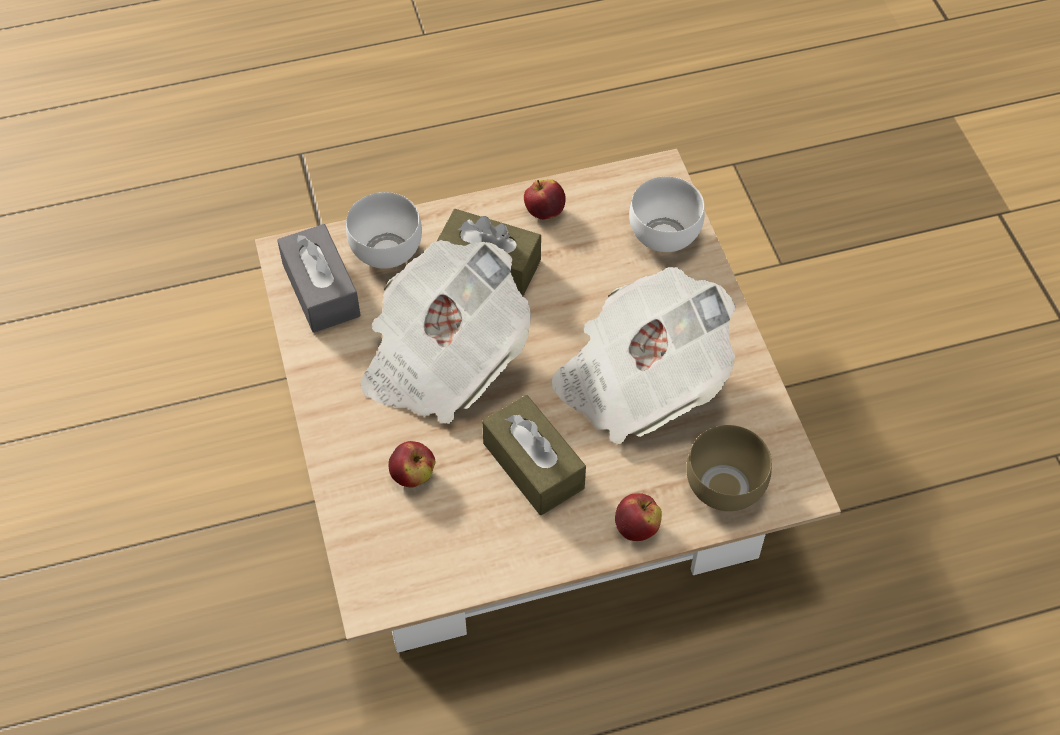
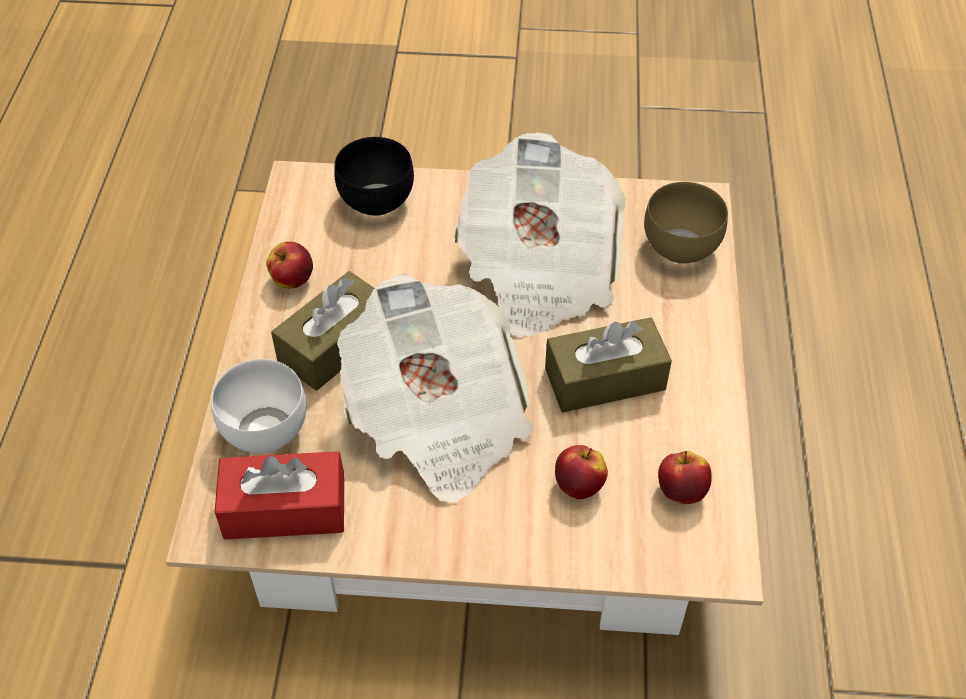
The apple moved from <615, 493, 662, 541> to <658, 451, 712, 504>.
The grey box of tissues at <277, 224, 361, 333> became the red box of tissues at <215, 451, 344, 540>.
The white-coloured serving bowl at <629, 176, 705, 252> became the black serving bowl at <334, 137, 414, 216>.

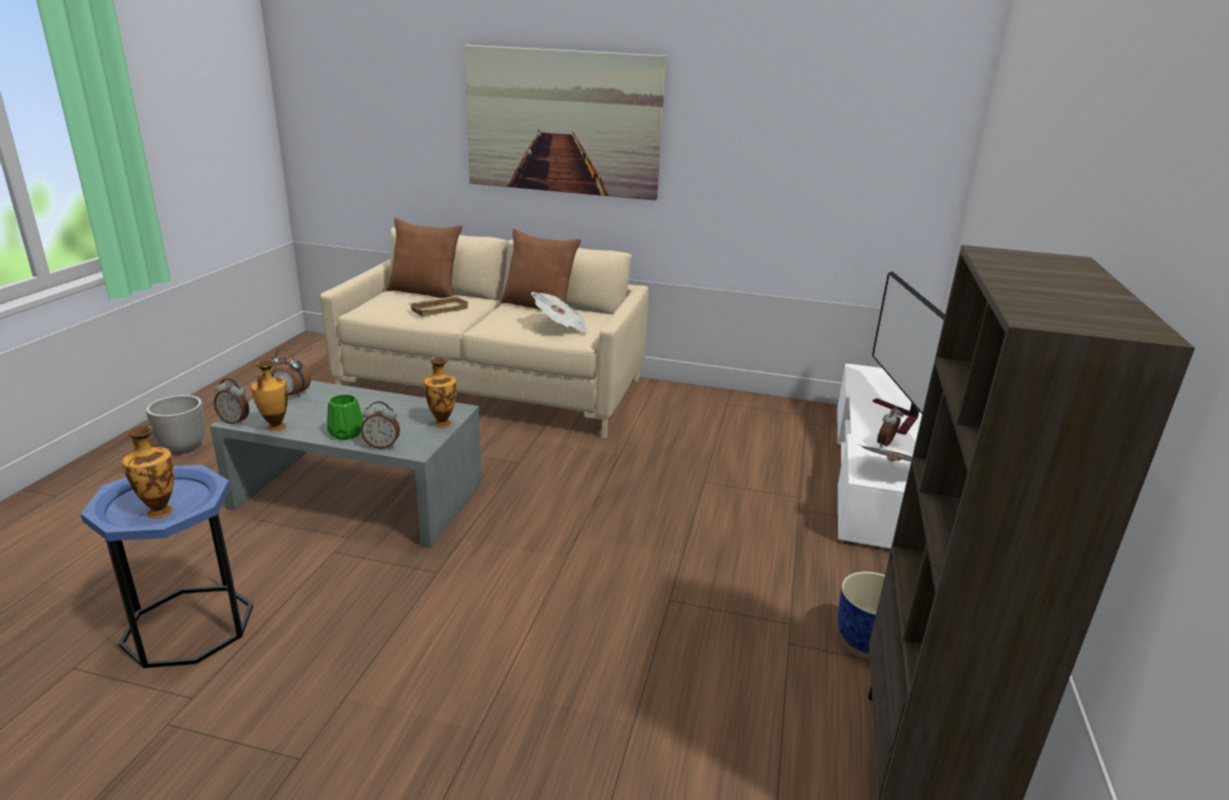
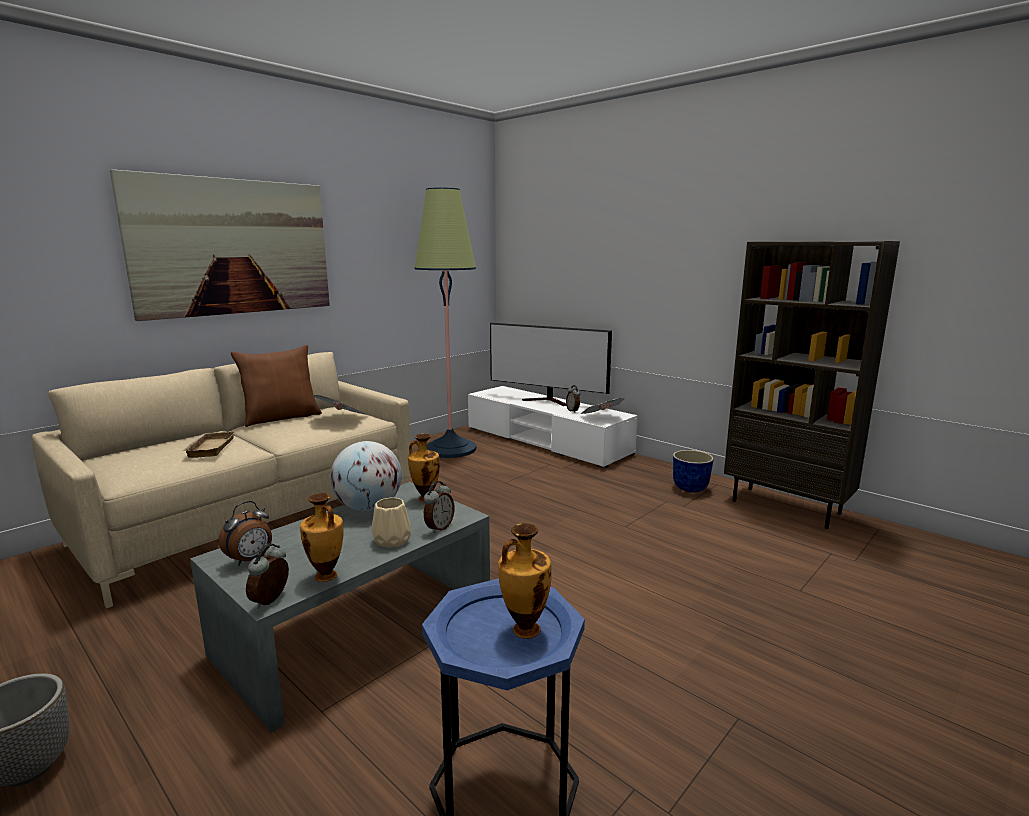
The brown throw pillow at <387, 218, 462, 298> disappeared.
The world globe at <330, 441, 402, 511> appeared.
The standard lamp at <414, 187, 477, 458> appeared.
The green-coloured flower vase at <327, 394, 363, 440> became the beige flower vase at <371, 498, 411, 548>.
The bedside clock at <214, 378, 249, 424> turned 150 degrees clockwise.

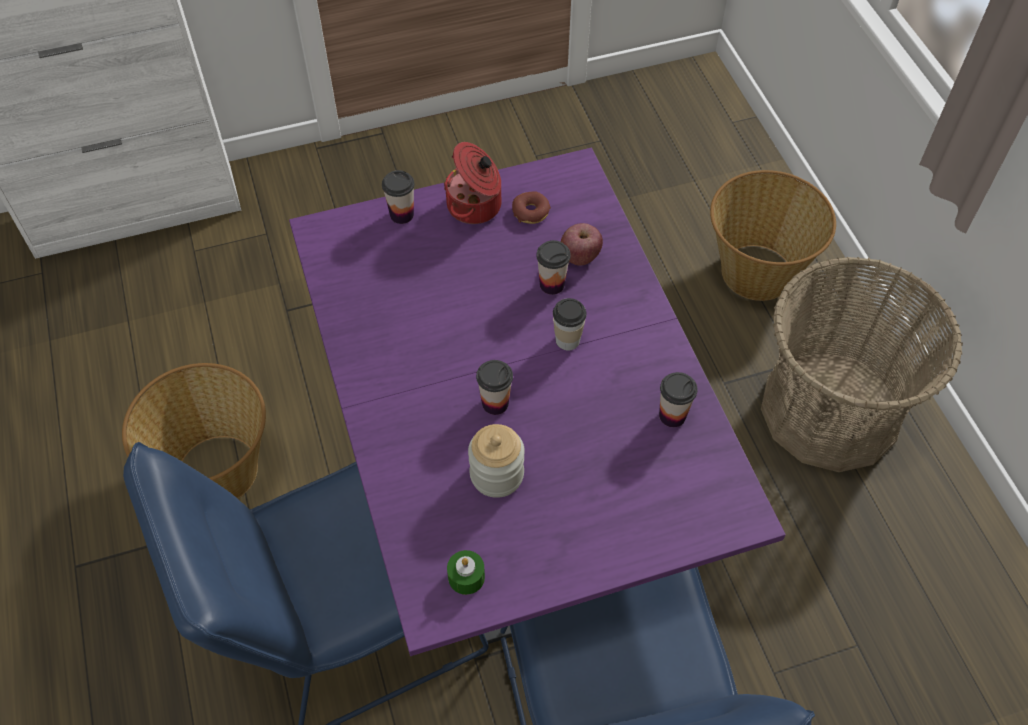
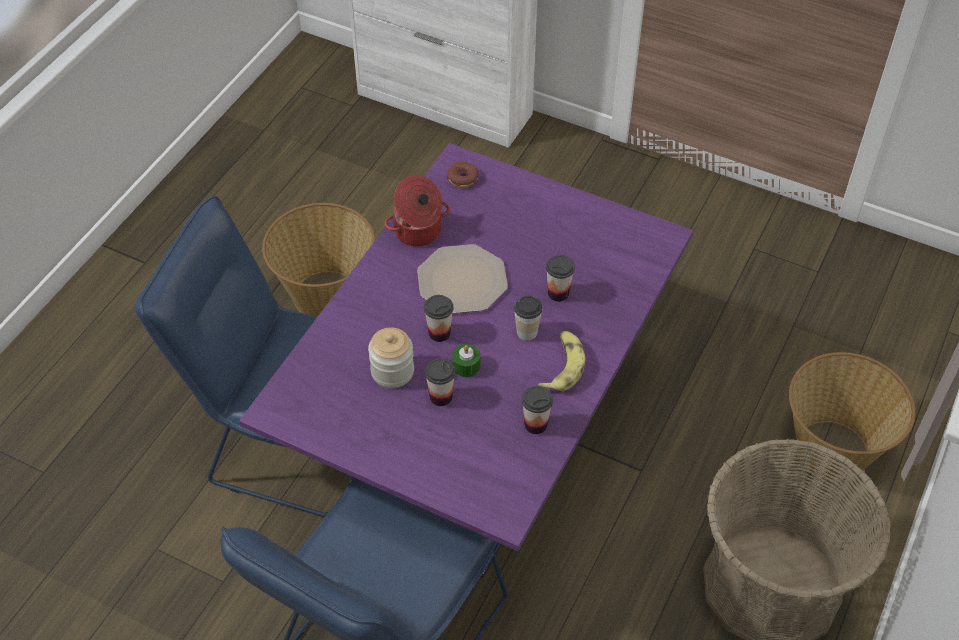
The apple at <561, 223, 603, 266> disappeared.
The dinner plate at <417, 244, 508, 314> appeared.
The whole banana at <538, 331, 585, 391> appeared.
The small cup moved from <382, 170, 415, 224> to <425, 358, 456, 406>.
The saucepot moved from <444, 142, 501, 224> to <384, 175, 450, 246>.
The green-coloured wax light moved from <447, 550, 485, 595> to <452, 344, 480, 377>.
The donut moved from <512, 191, 551, 224> to <447, 161, 479, 188>.

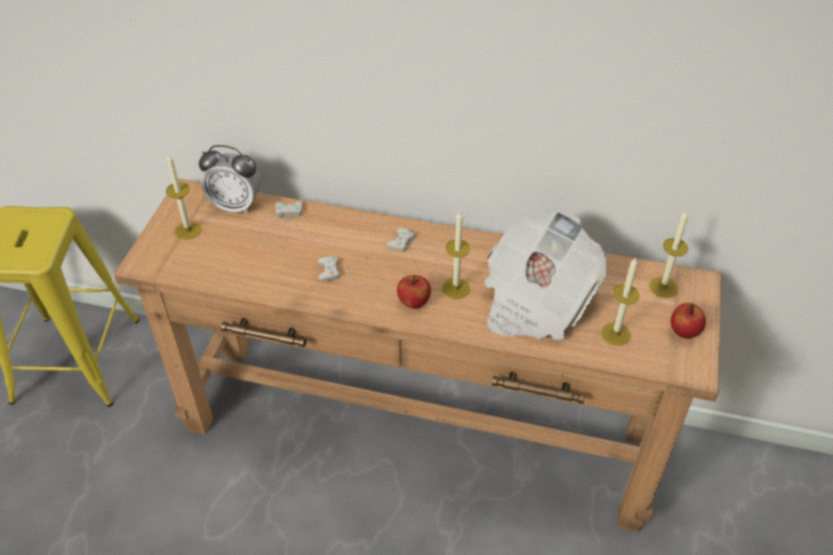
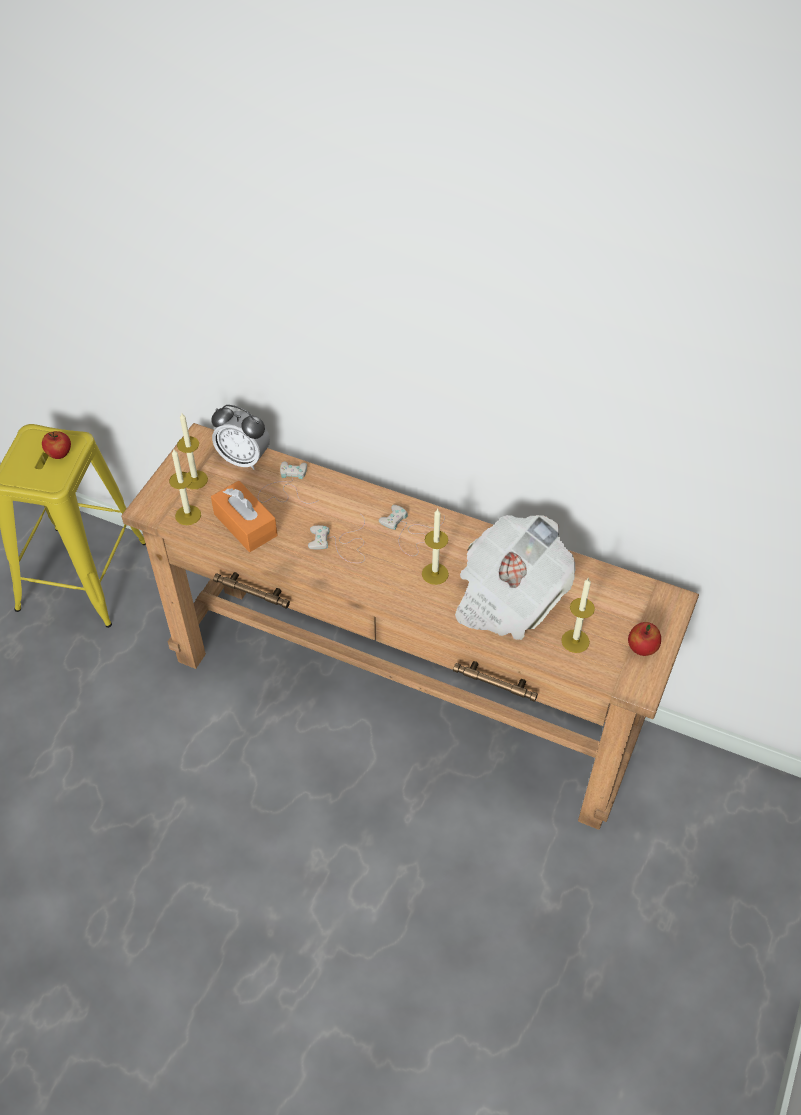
The orangey box of tissues at <211, 481, 277, 552> appeared.
The apple moved from <397, 275, 431, 309> to <42, 431, 71, 459>.
The wax light moved from <649, 210, 688, 298> to <169, 449, 201, 525>.

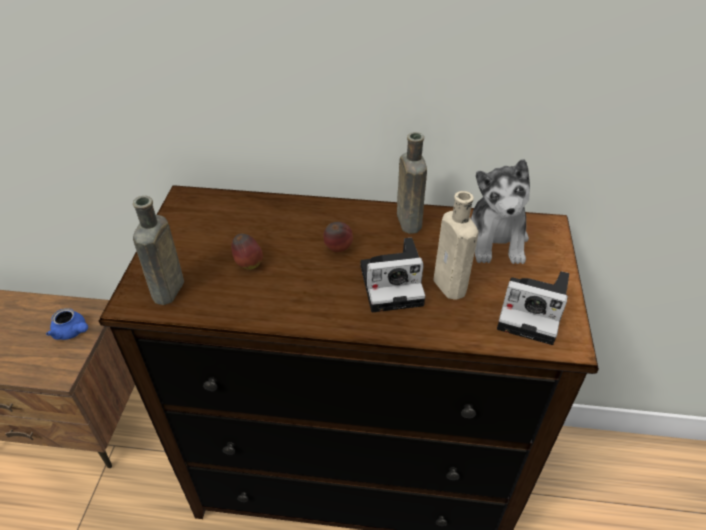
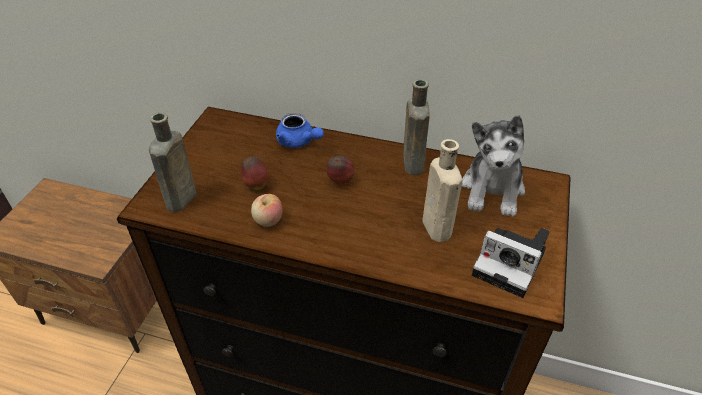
The photo camera at <360, 238, 426, 312> disappeared.
The apple at <251, 194, 283, 227> appeared.
The blue tea pot moved from <46, 308, 88, 340> to <276, 113, 324, 148>.

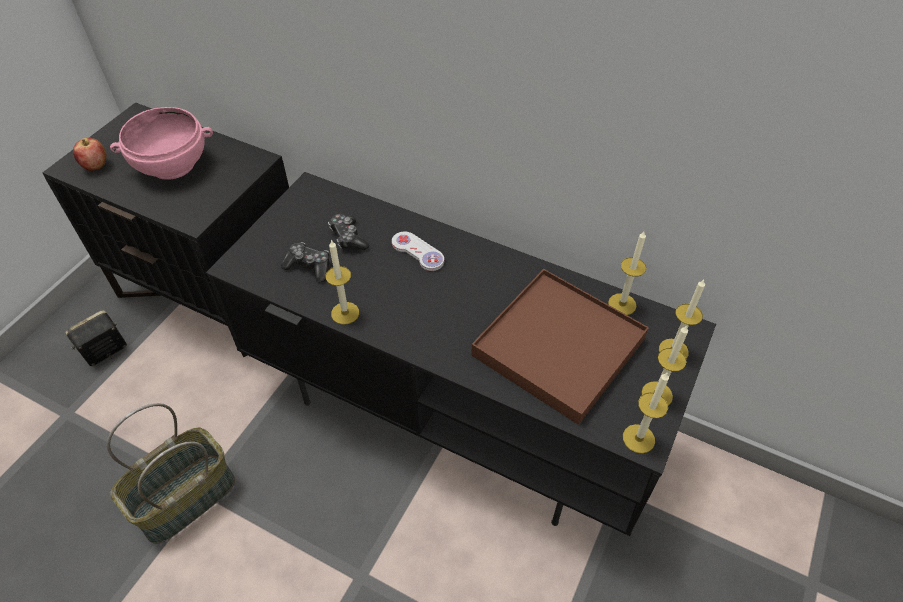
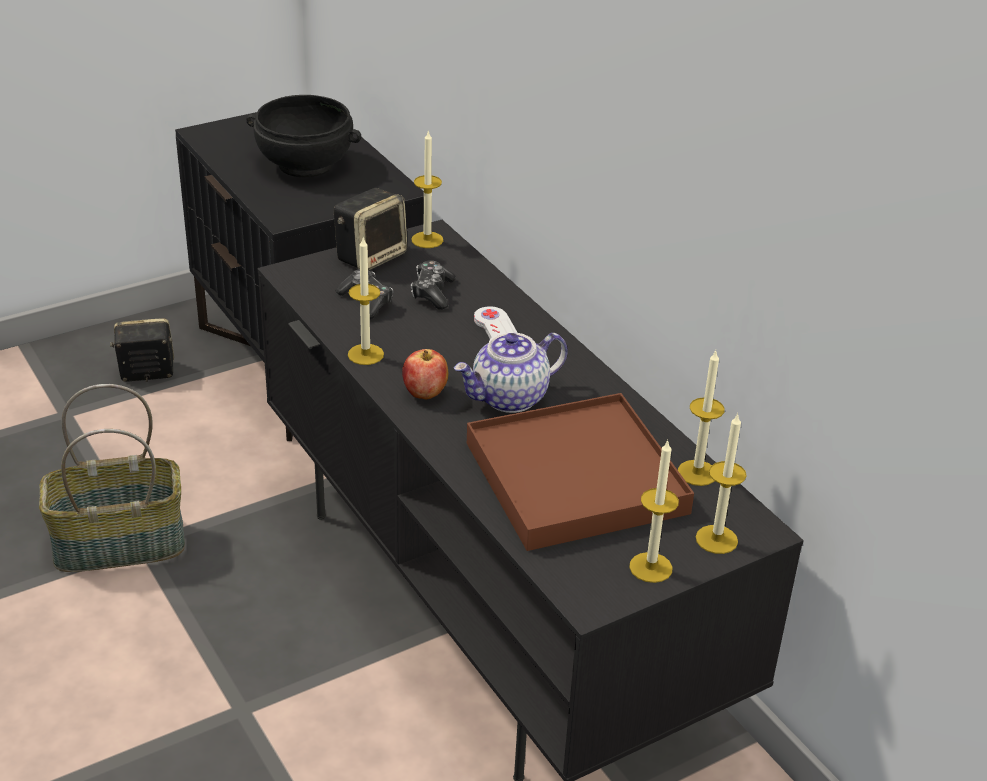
The speaker at <334, 188, 407, 271> appeared.
The tea pot at <454, 333, 568, 413> appeared.
The apple moved from <73, 138, 107, 171> to <402, 349, 448, 399>.
The wax light moved from <623, 373, 669, 454> to <412, 132, 443, 248>.
The pink-coloured serving bowl at <110, 107, 213, 180> became the black serving bowl at <246, 95, 361, 177>.

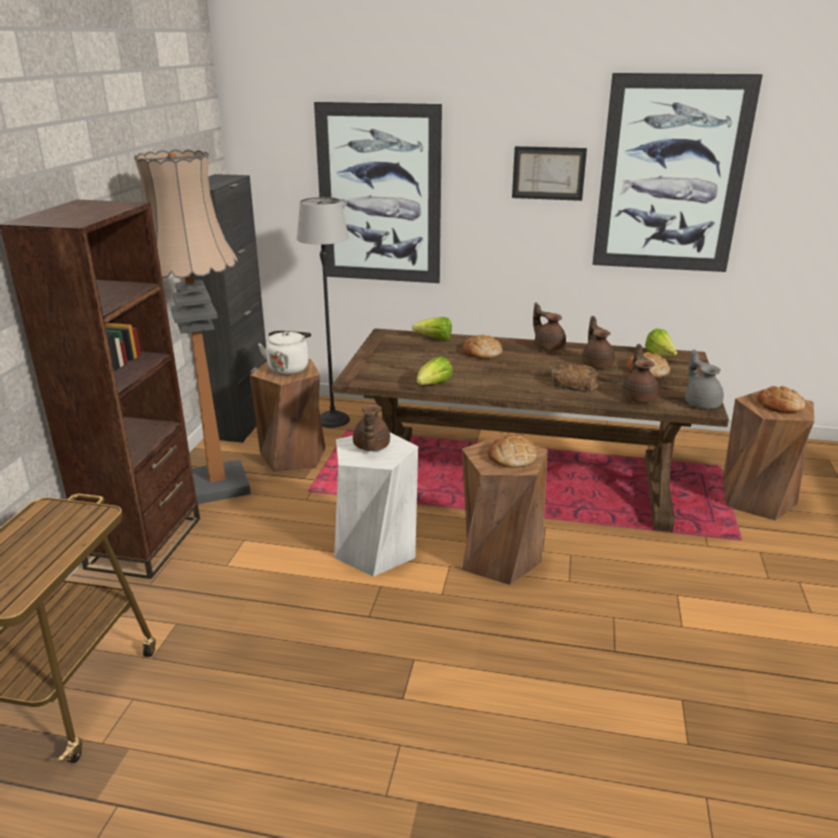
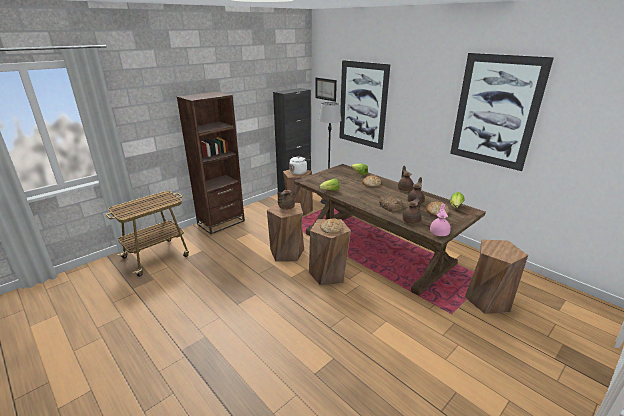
The standard lamp at <134, 150, 251, 504> disappeared.
The bakery bread at <757, 386, 805, 413> disappeared.
The wall art moved from <512, 146, 587, 201> to <315, 77, 337, 102>.
The white-coloured sitting stool at <334, 432, 418, 576> became the brown sitting stool at <267, 202, 304, 262>.
The grey tea pot at <685, 349, 724, 409> became the pink-coloured tea pot at <430, 204, 451, 236>.

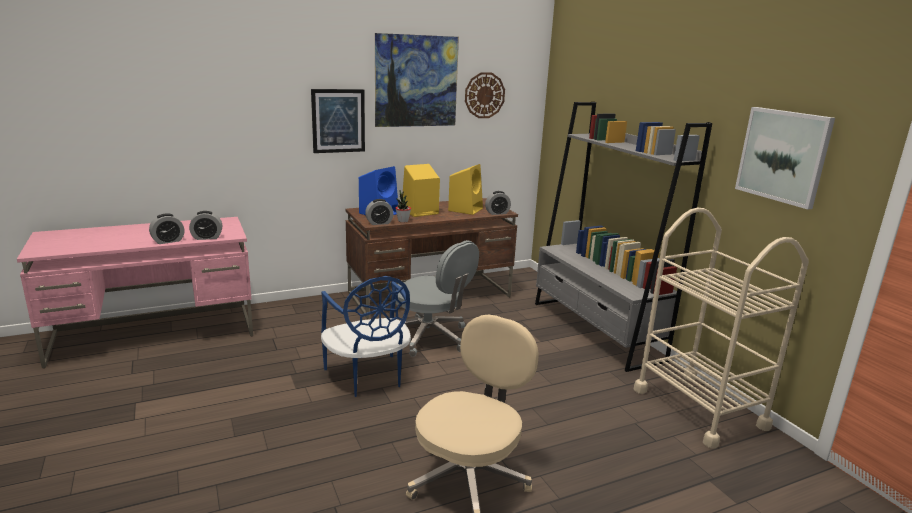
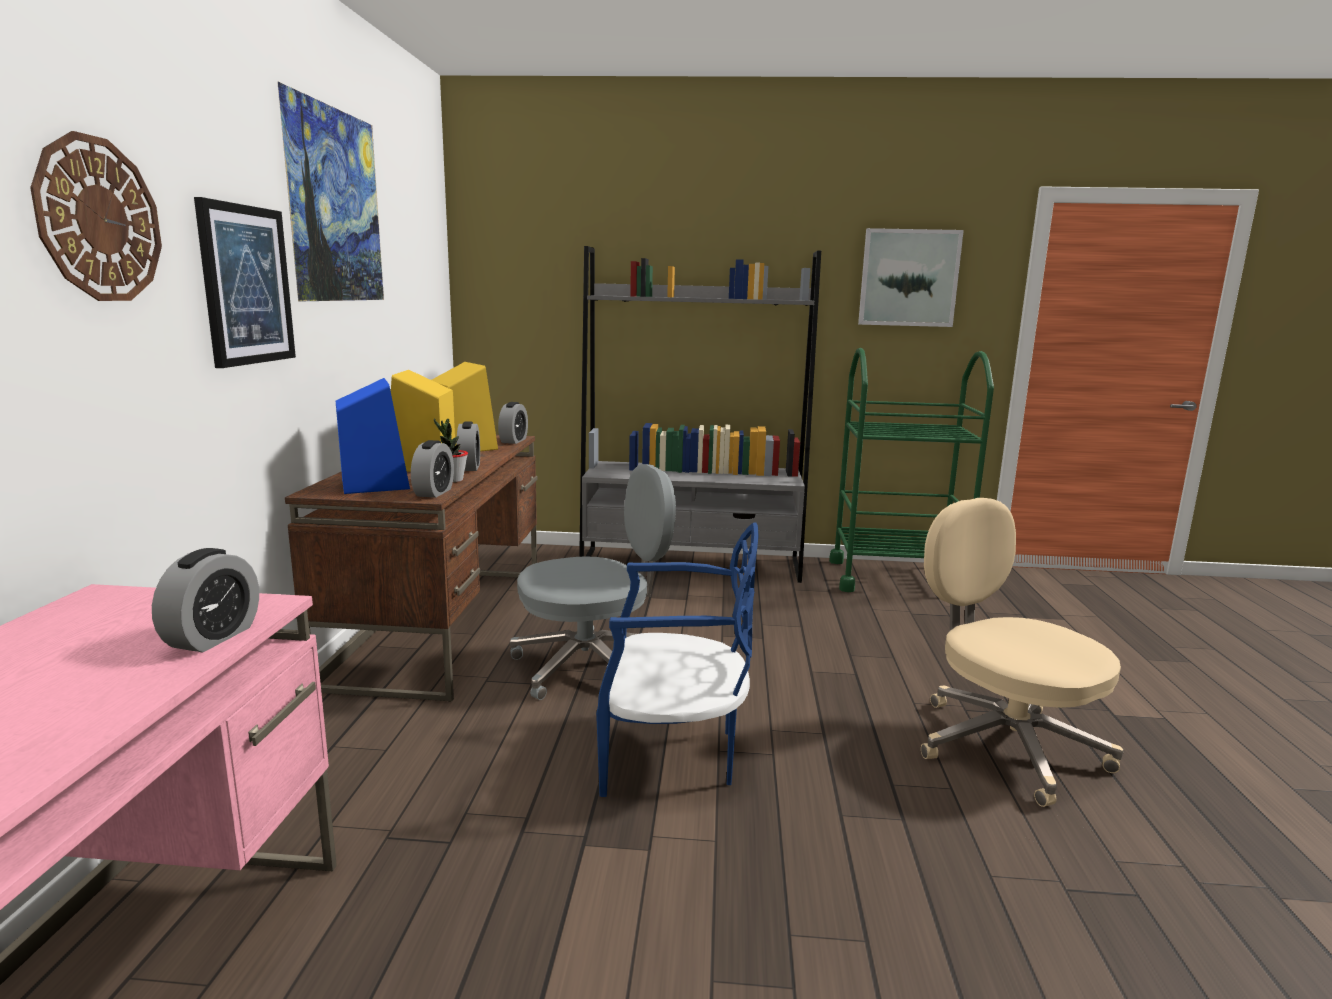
The bedside clock moved from <149, 213, 184, 244> to <456, 422, 480, 471>.
The wall clock moved from <465, 72, 505, 118> to <30, 131, 162, 301>.
The beige wheeled cart at <634, 208, 809, 448> became the green-coloured wheeled cart at <829, 348, 994, 592>.

